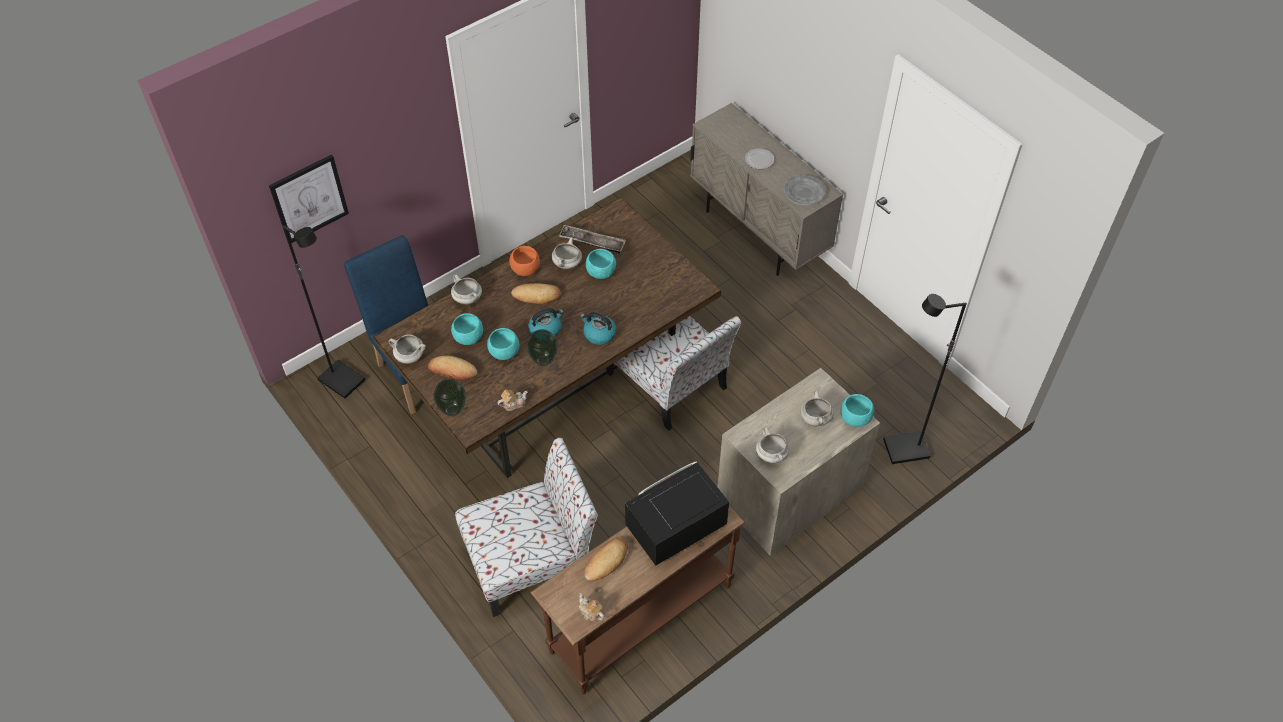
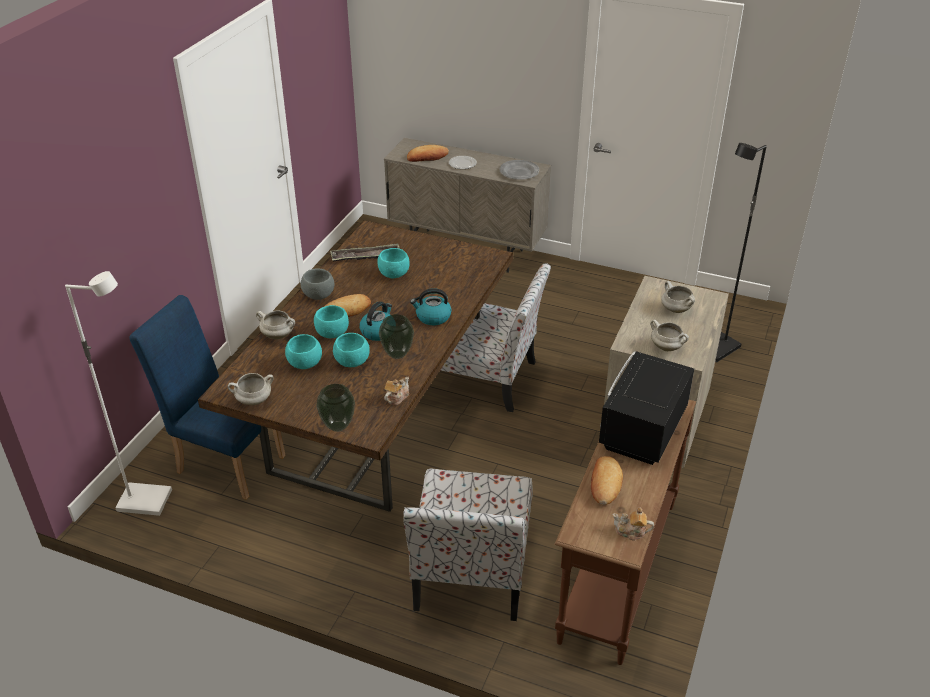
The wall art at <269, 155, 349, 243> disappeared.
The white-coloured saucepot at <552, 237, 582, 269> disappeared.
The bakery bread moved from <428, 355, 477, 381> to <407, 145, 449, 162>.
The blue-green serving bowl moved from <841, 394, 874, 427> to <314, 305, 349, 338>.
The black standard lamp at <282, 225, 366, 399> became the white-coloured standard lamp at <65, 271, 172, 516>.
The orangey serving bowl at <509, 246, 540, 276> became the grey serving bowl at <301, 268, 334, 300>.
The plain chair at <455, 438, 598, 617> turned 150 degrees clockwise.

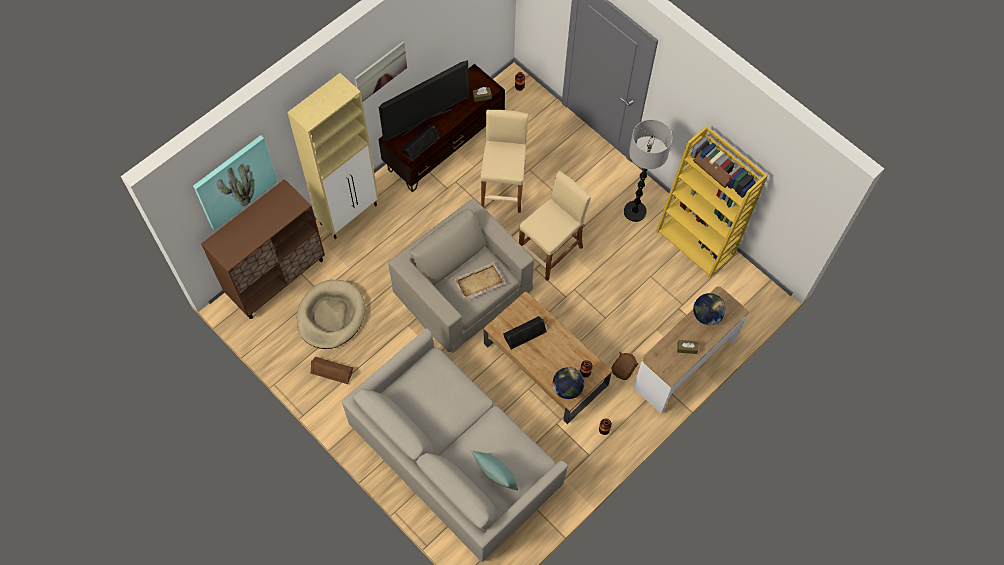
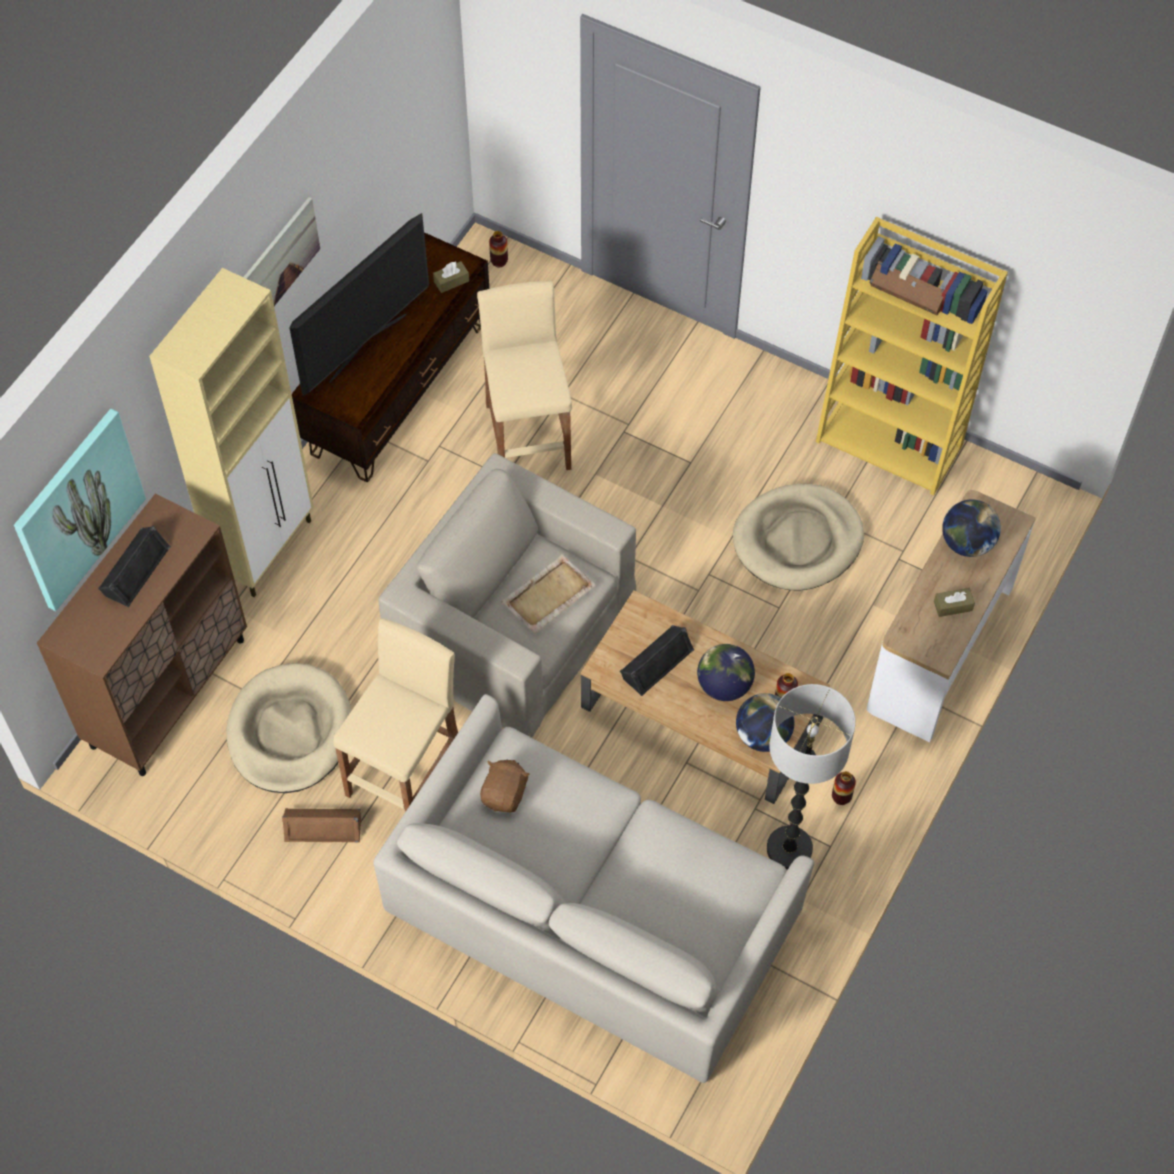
The blue-green throw pillow at <471, 450, 518, 490> disappeared.
The world globe at <697, 644, 755, 701> appeared.
The beige pet bed at <733, 484, 864, 590> appeared.
The black speaker moved from <401, 125, 440, 161> to <98, 526, 171, 607>.
The beige sitting stool moved from <519, 171, 591, 281> to <333, 618, 458, 812>.
The brown plush toy moved from <611, 352, 639, 380> to <480, 759, 530, 813>.
The standard lamp moved from <624, 119, 672, 222> to <767, 684, 856, 870>.

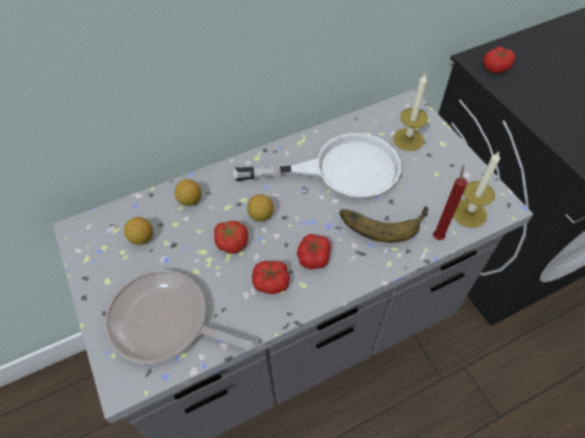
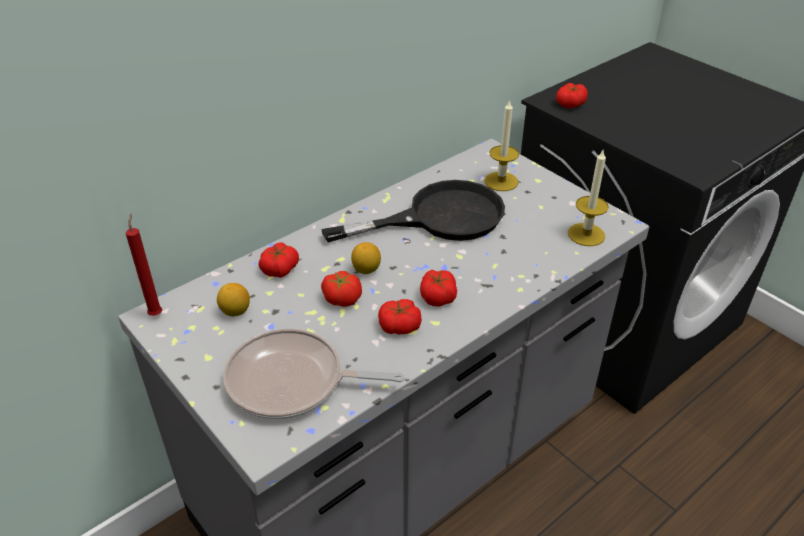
The whole banana at <339, 206, 429, 243> disappeared.
The red wax light moved from <433, 165, 467, 240> to <126, 214, 162, 316>.
The citrus fruit at <174, 179, 201, 206> was replaced by the fresh tomato at <259, 242, 299, 278>.
The white-coloured pan at <233, 133, 401, 200> became the black pan at <321, 180, 505, 242>.

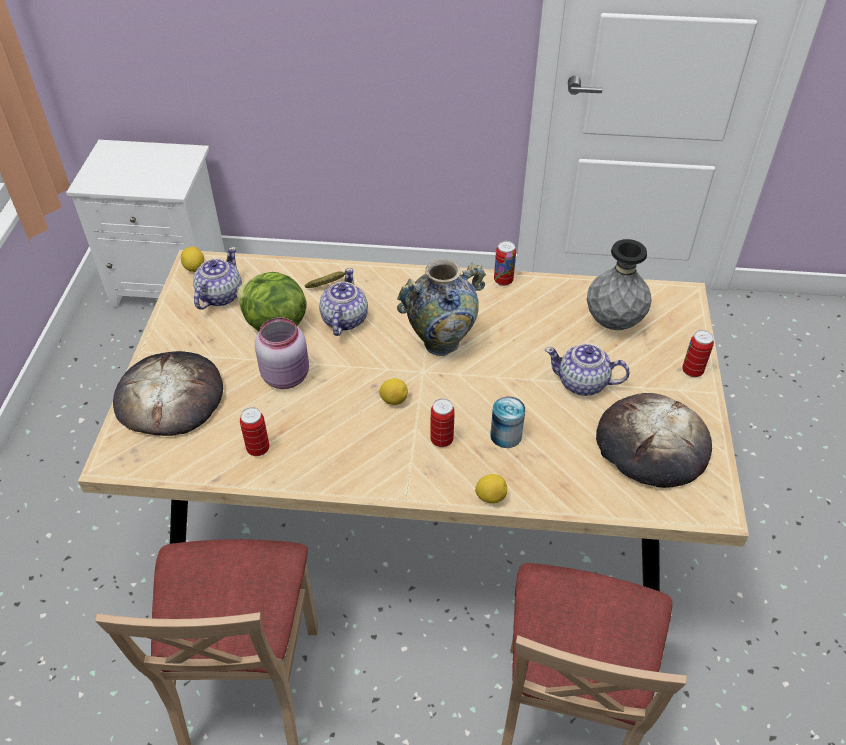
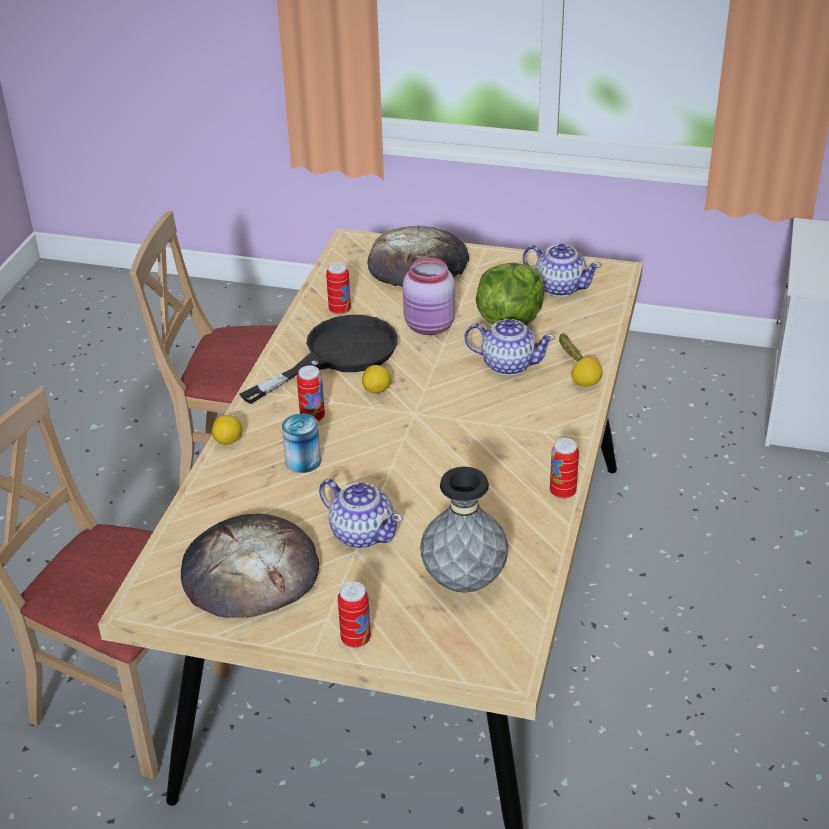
The flower vase at <397, 259, 486, 356> disappeared.
The black pan at <239, 315, 398, 404> appeared.
The citrus fruit moved from <181, 247, 204, 272> to <571, 357, 603, 387>.
The tea pot at <545, 343, 630, 396> turned 105 degrees clockwise.

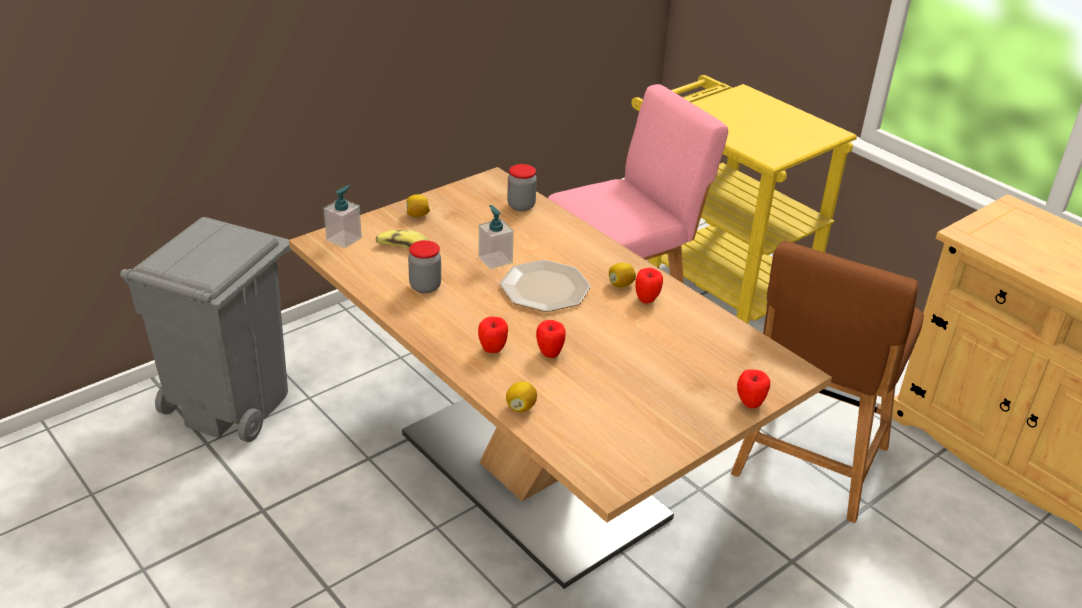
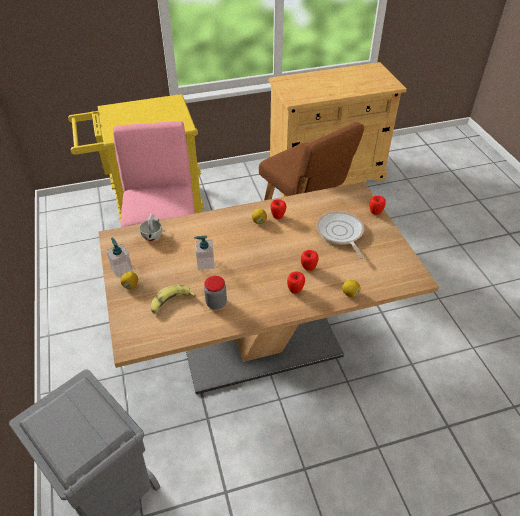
The dinner plate at <500, 260, 591, 312> disappeared.
The pan at <316, 211, 364, 259> appeared.
The soap dispenser moved from <323, 185, 362, 248> to <106, 237, 133, 278>.
The preserve jar at <507, 164, 537, 211> was replaced by the white-coloured small cup at <139, 214, 162, 241>.

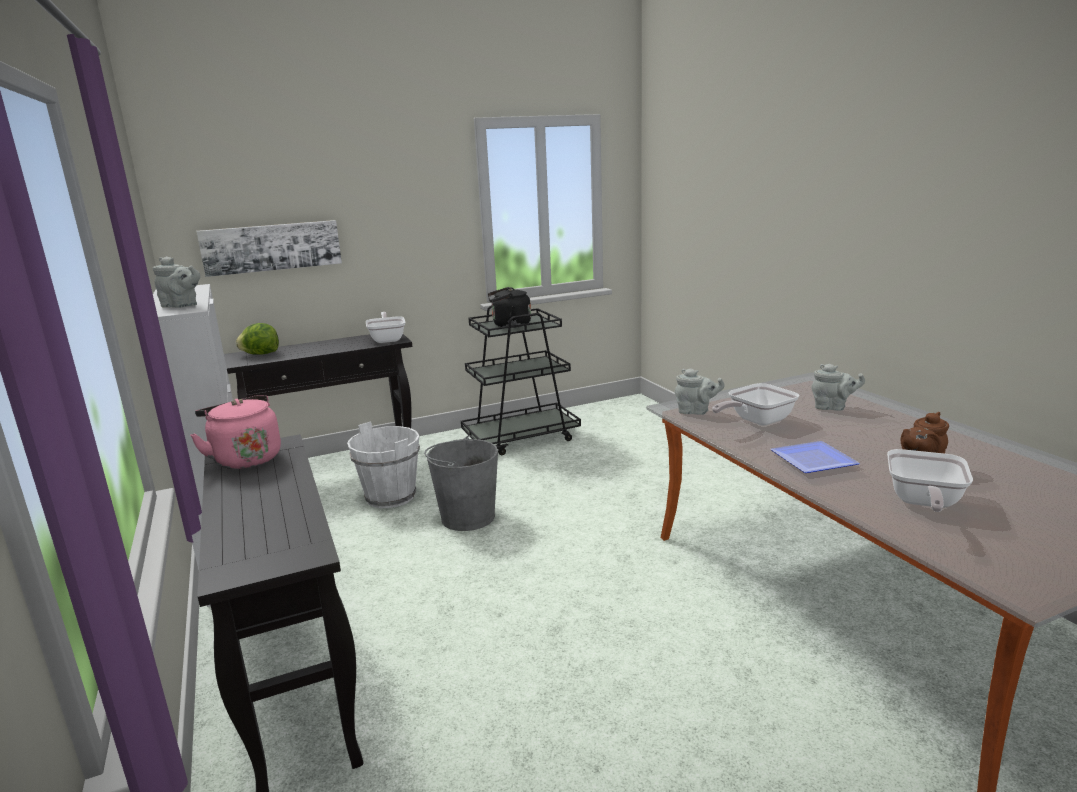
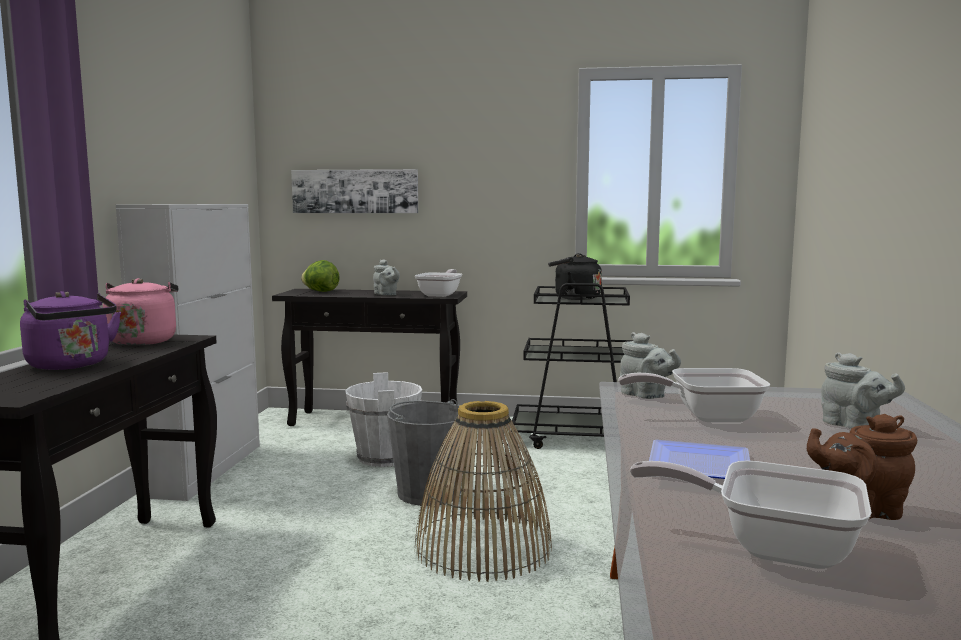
The purple kettle at <20, 291, 121, 370> appeared.
The basket at <415, 401, 552, 582> appeared.
The grey tea pot moved from <153, 256, 200, 308> to <373, 259, 400, 295>.
The pan at <887, 449, 973, 512> turned 60 degrees clockwise.

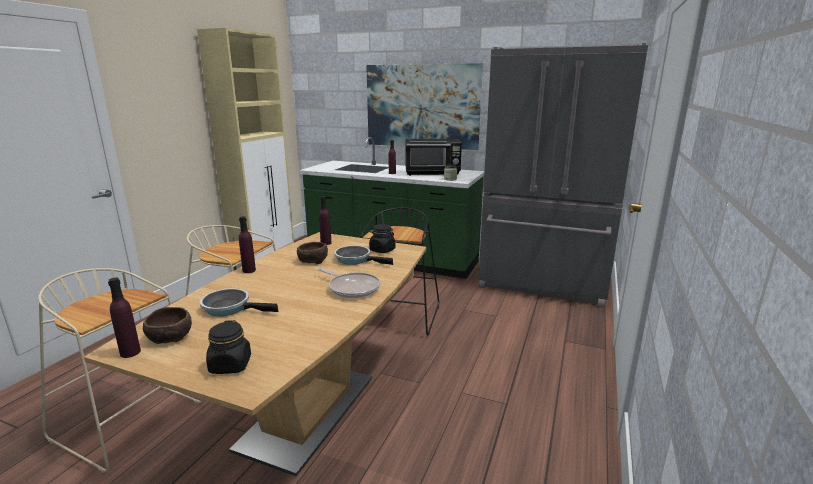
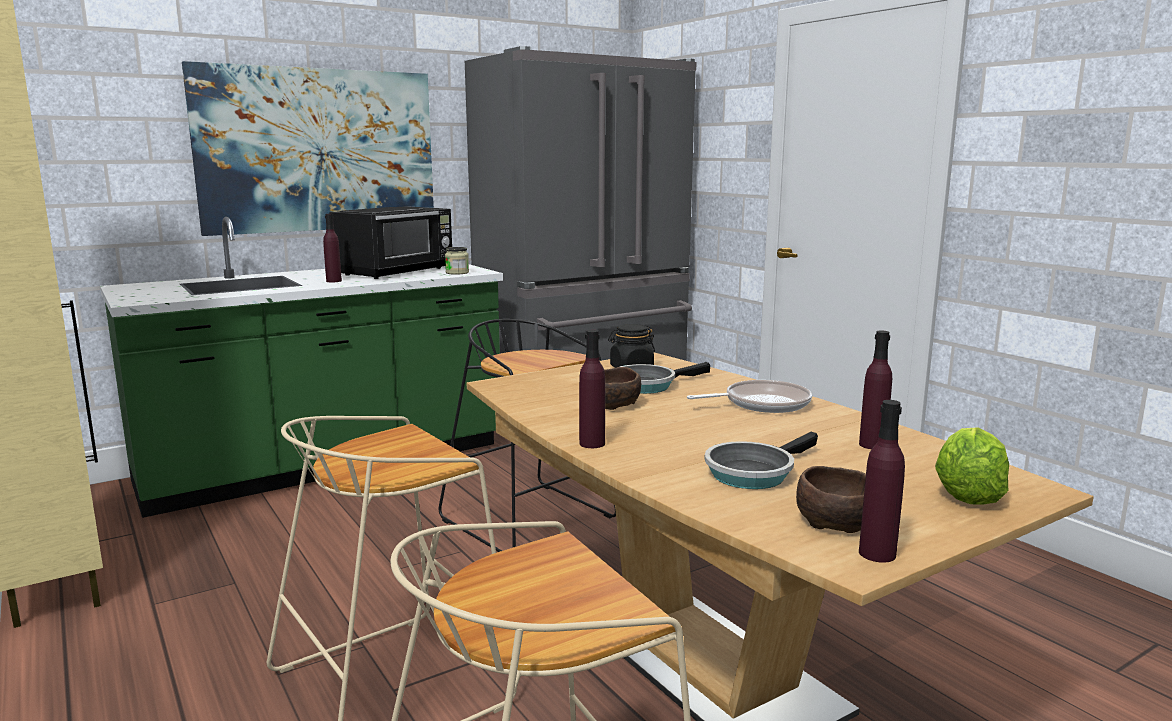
The purple beverage bottle moved from <319, 196, 331, 245> to <859, 330, 892, 449>.
The black preserve jar at <206, 320, 251, 374> was replaced by the head of lettuce at <935, 427, 1009, 505>.

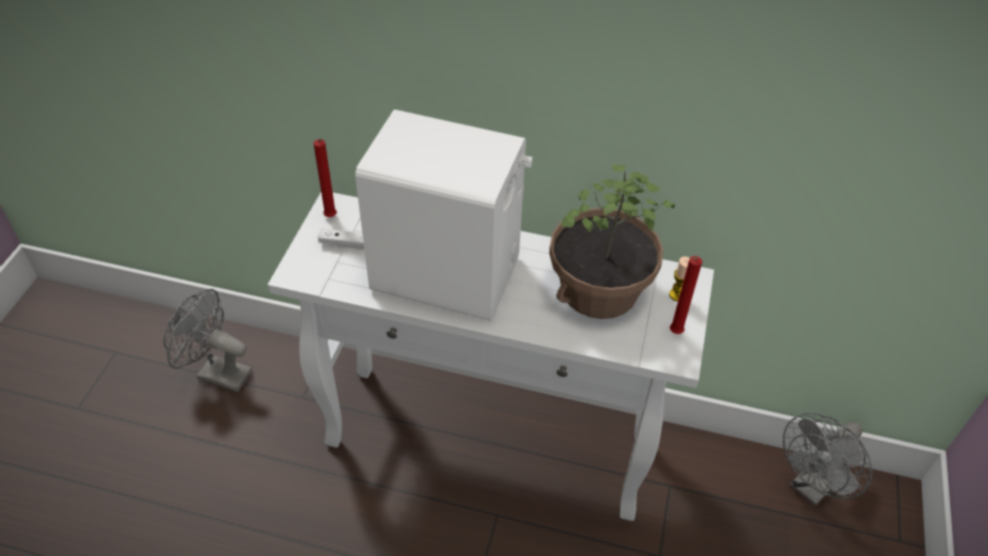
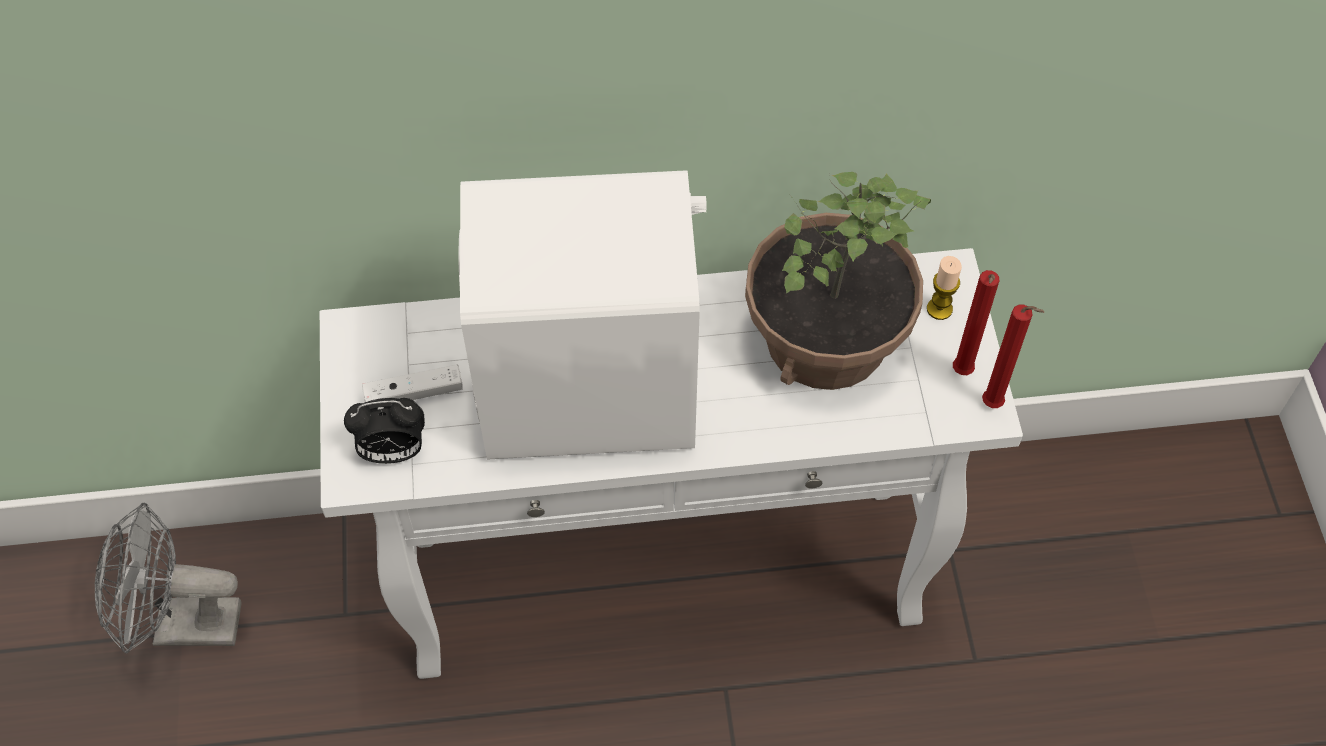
The grey electric fan at <783, 412, 873, 506> disappeared.
The bedside clock at <344, 398, 425, 464> appeared.
The red wax light moved from <314, 138, 337, 217> to <982, 305, 1044, 408>.

